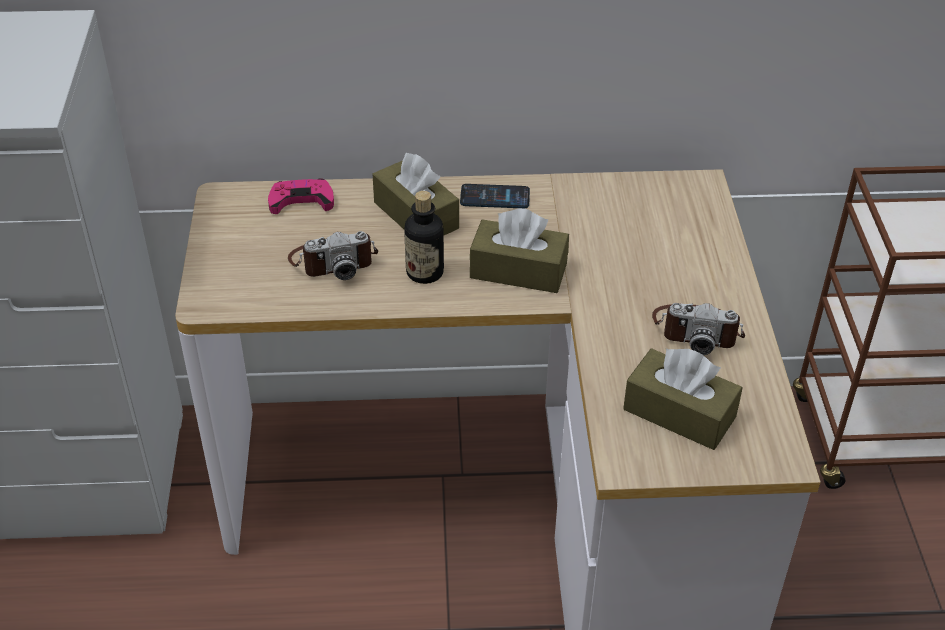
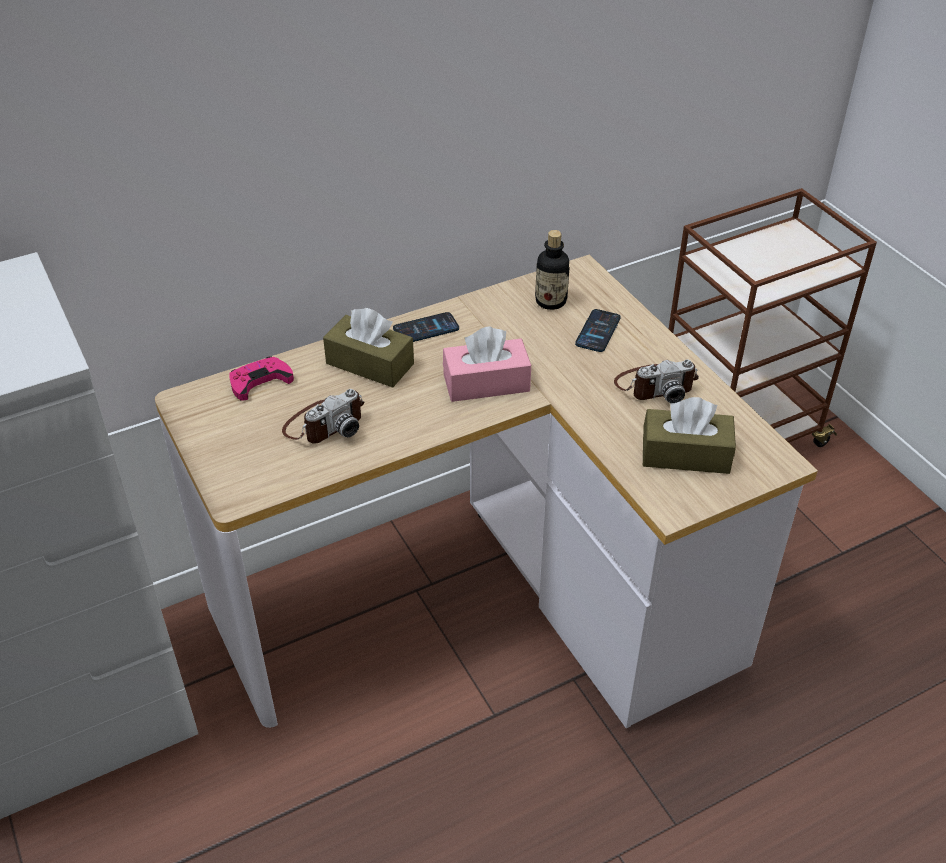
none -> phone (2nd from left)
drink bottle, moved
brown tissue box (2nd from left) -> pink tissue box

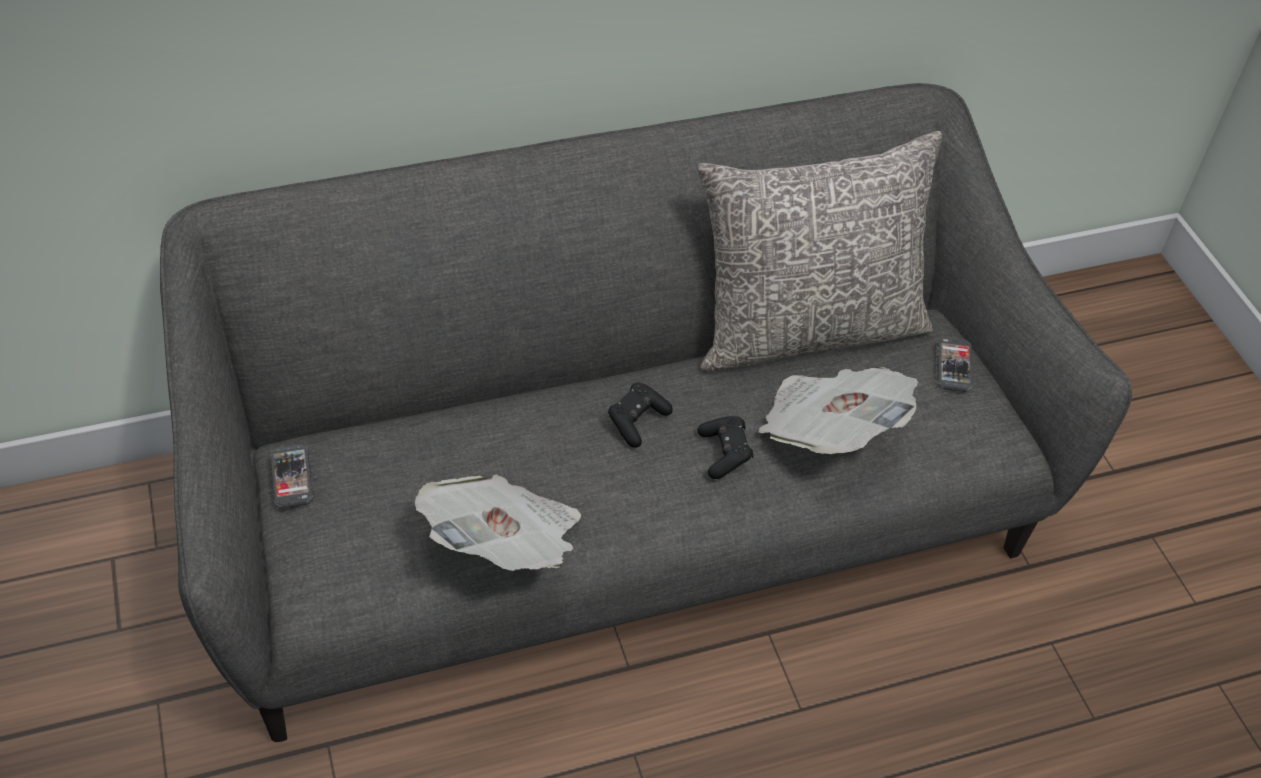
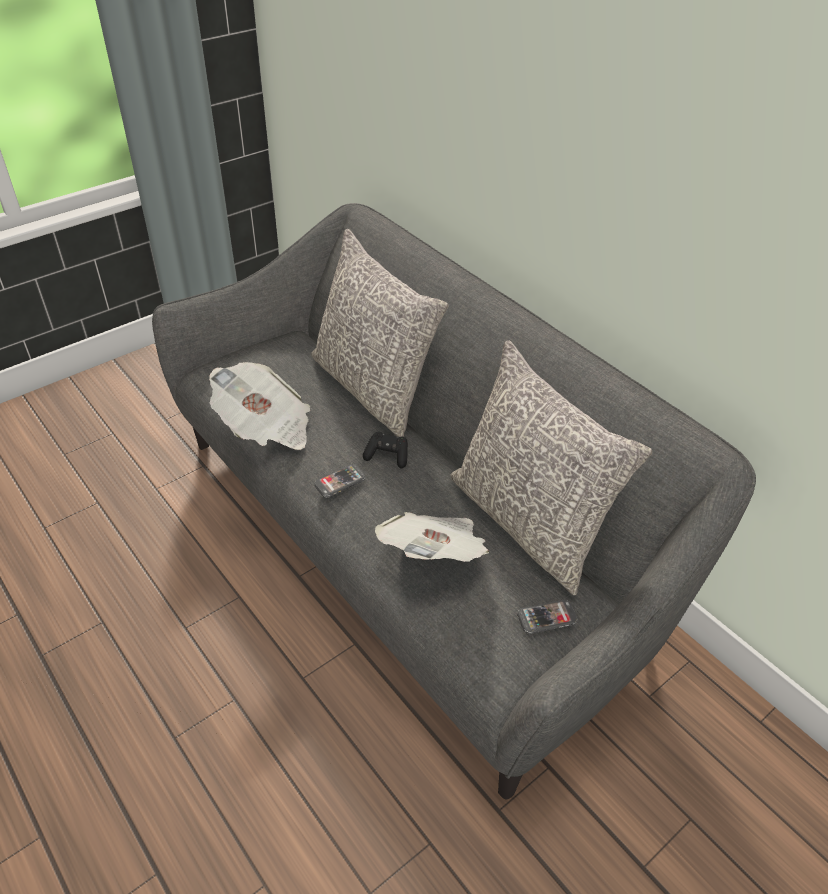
black joypad (2nd from left) -> none
none -> greyish pillow (1st from left)
phone (1st from left), moved

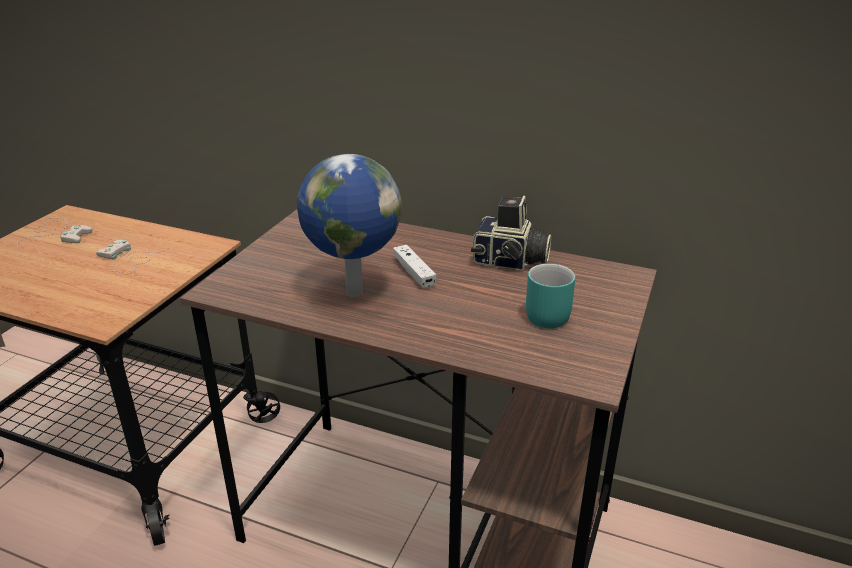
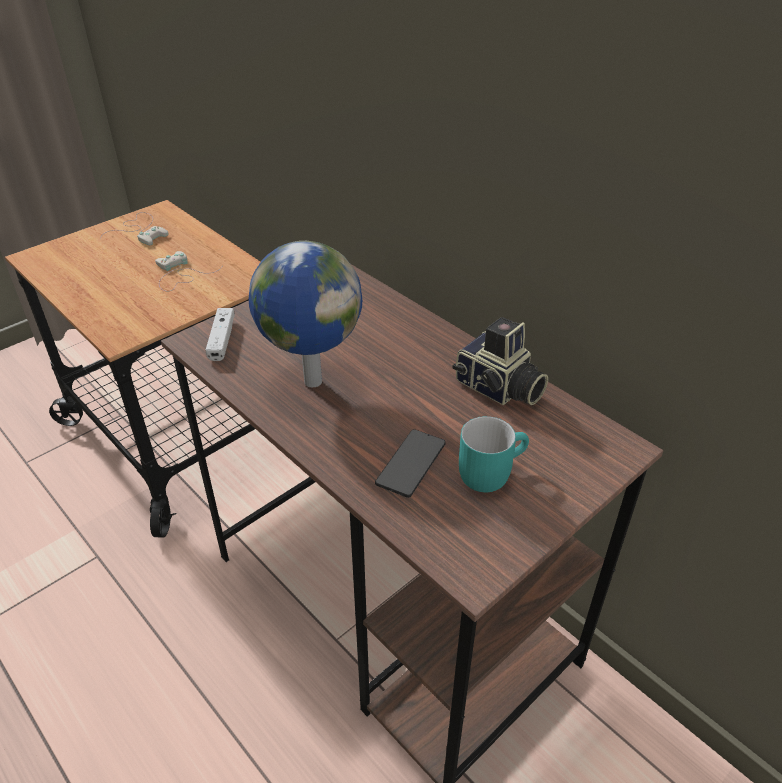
none -> phone
whitish joypad (3rd from left), moved

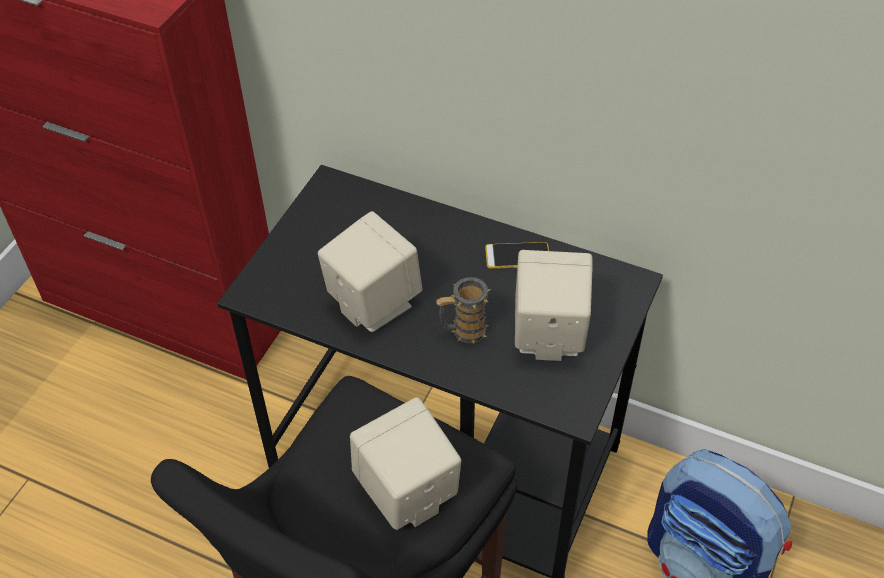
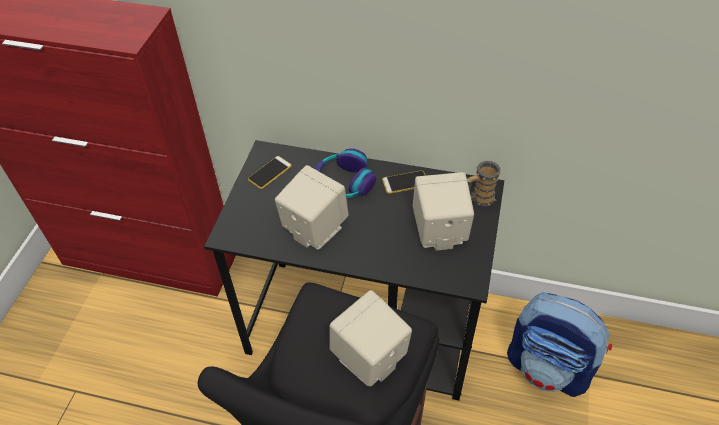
none -> phone (1st from left)
none -> headphones
coffee mug, moved

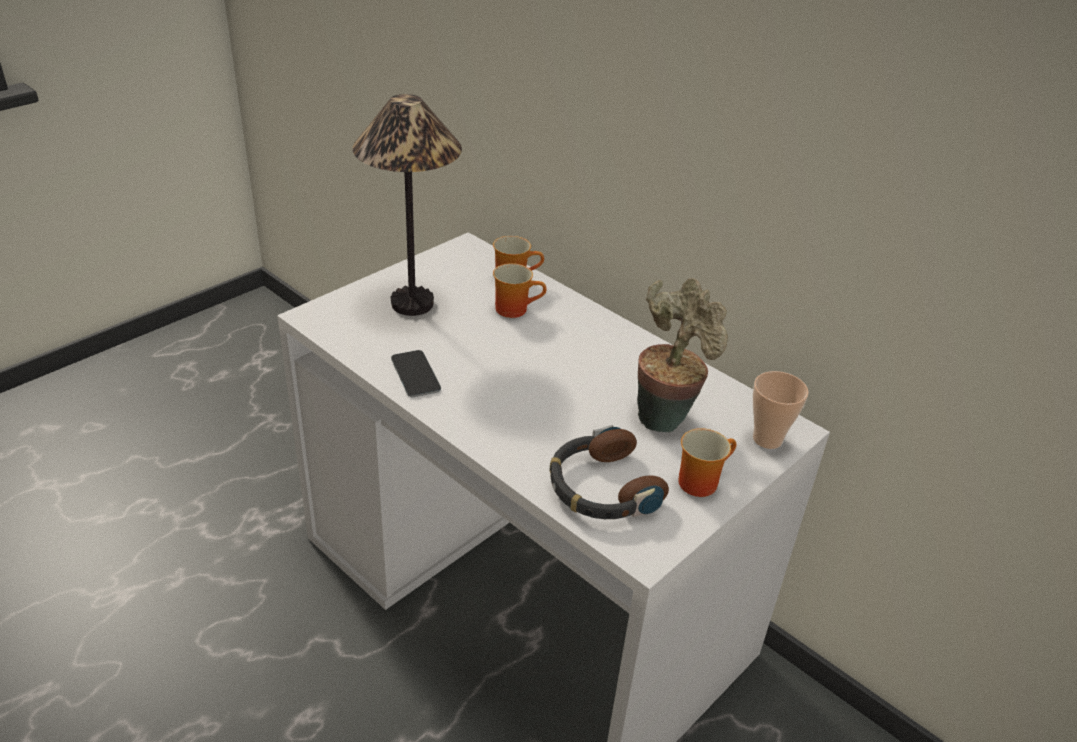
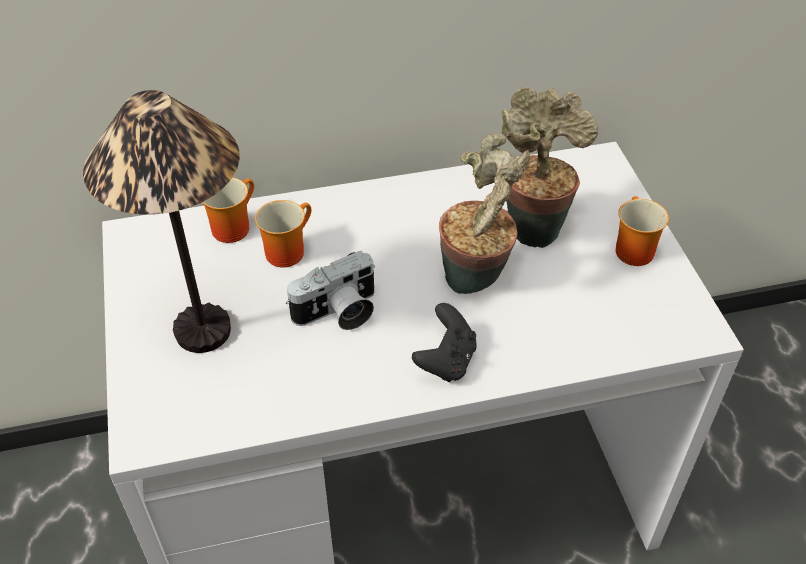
phone -> none
headphones -> none
cup -> none
none -> still camera
none -> black joypad
none -> plant in a pot (1st from left)

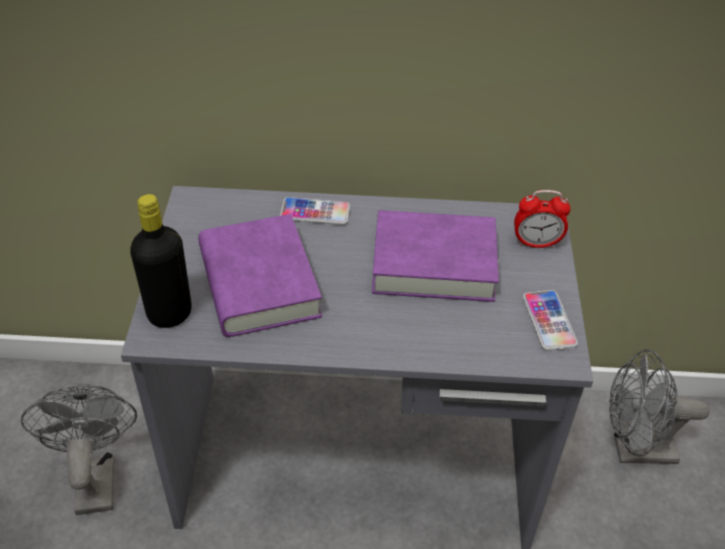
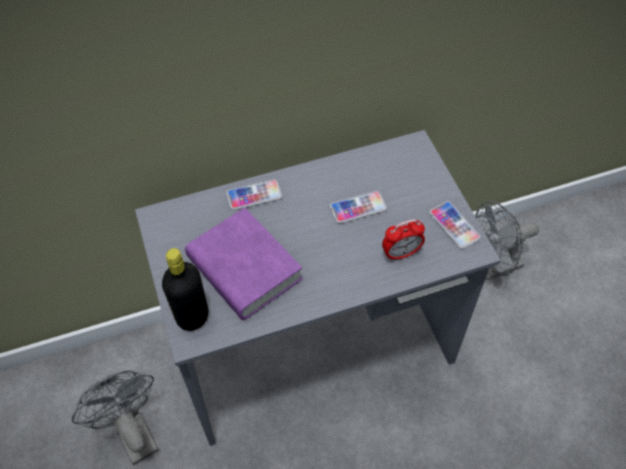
table clock, moved
purple-coloured book (2nd from left) -> phone (2nd from left)

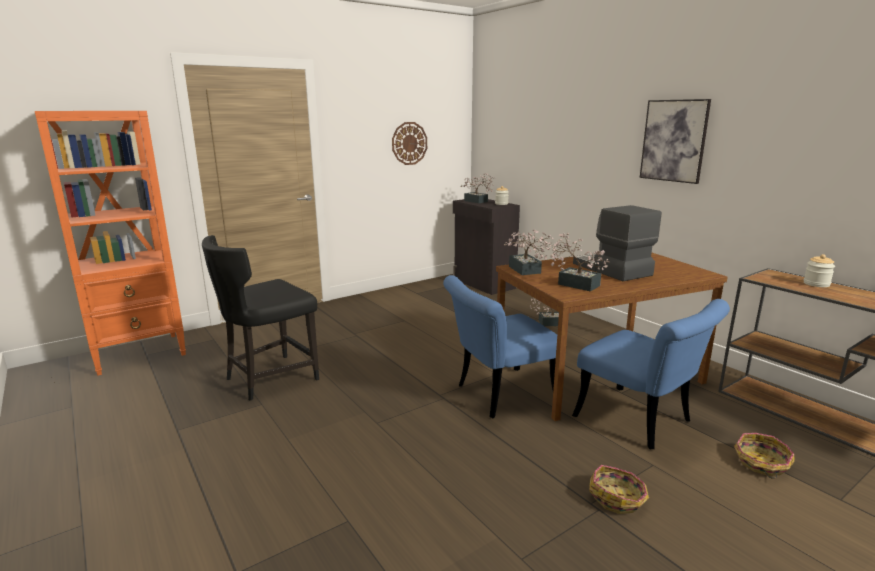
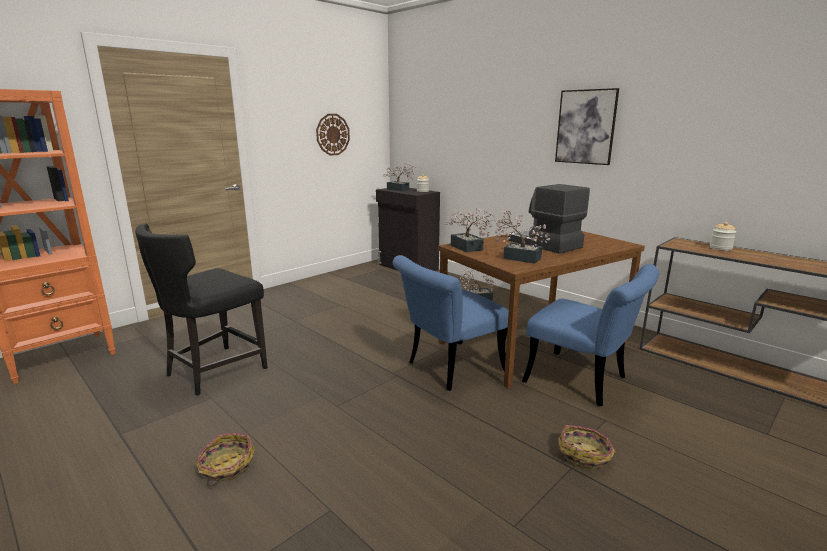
household basket (2nd from left in the first image) -> household basket (1st from left), moved

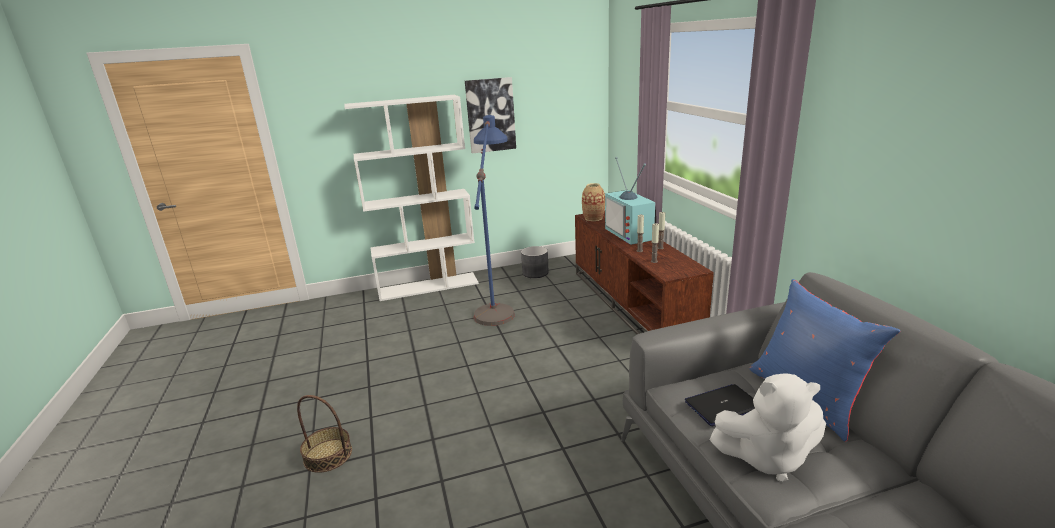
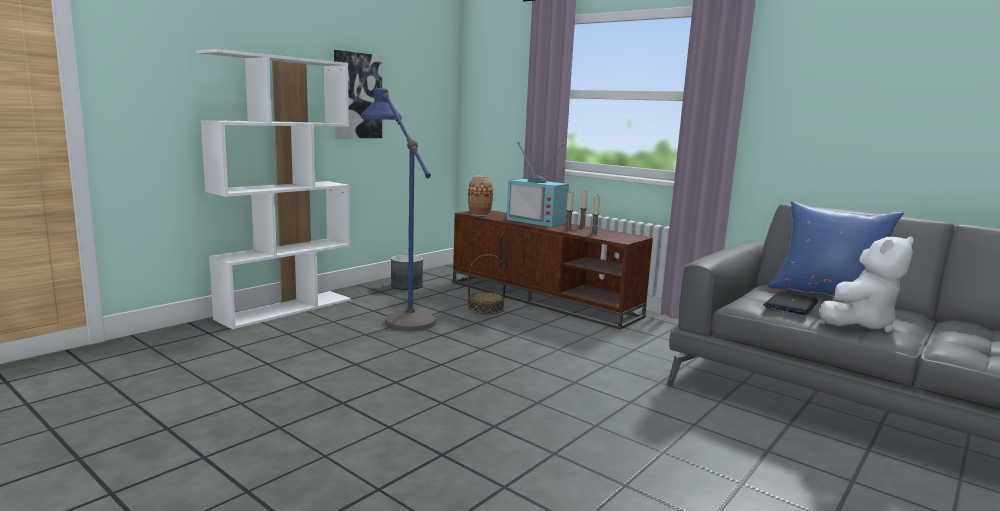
household basket, moved

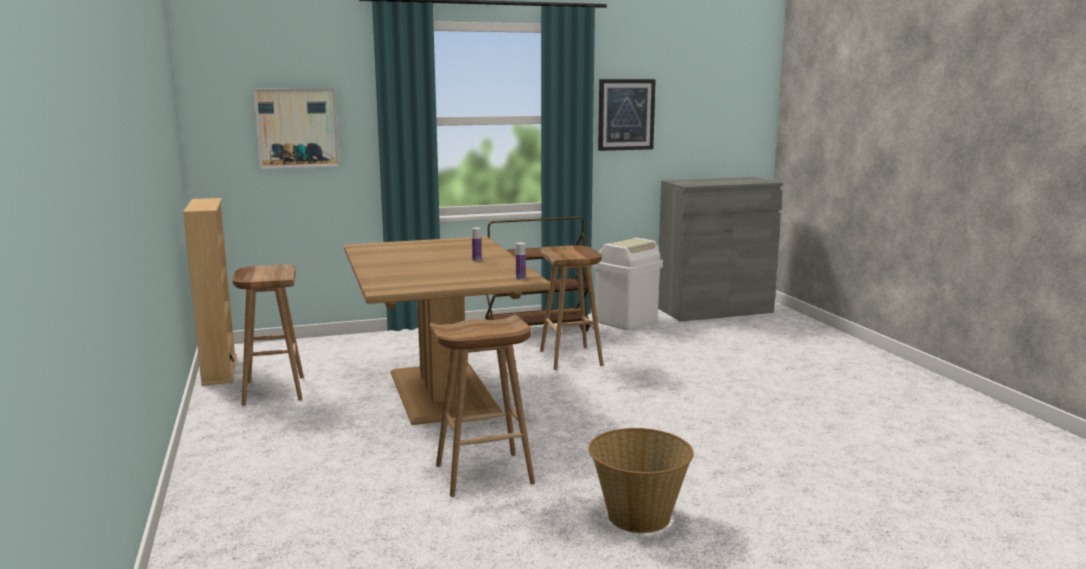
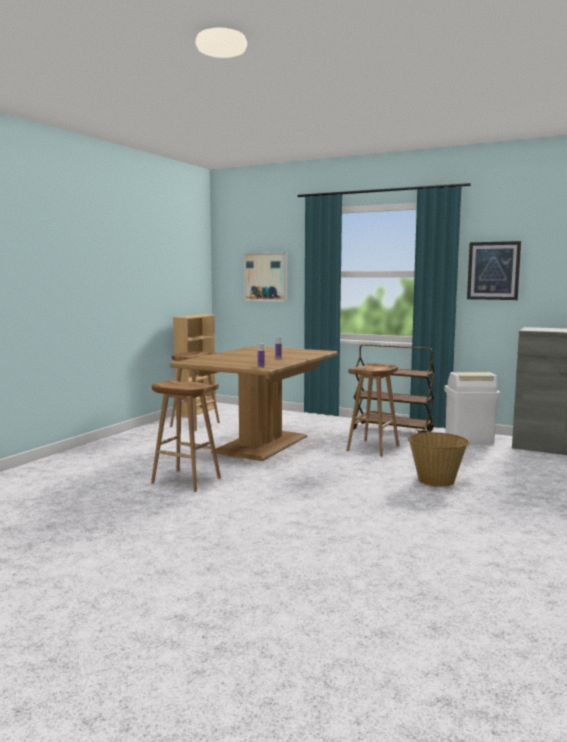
household basket, moved

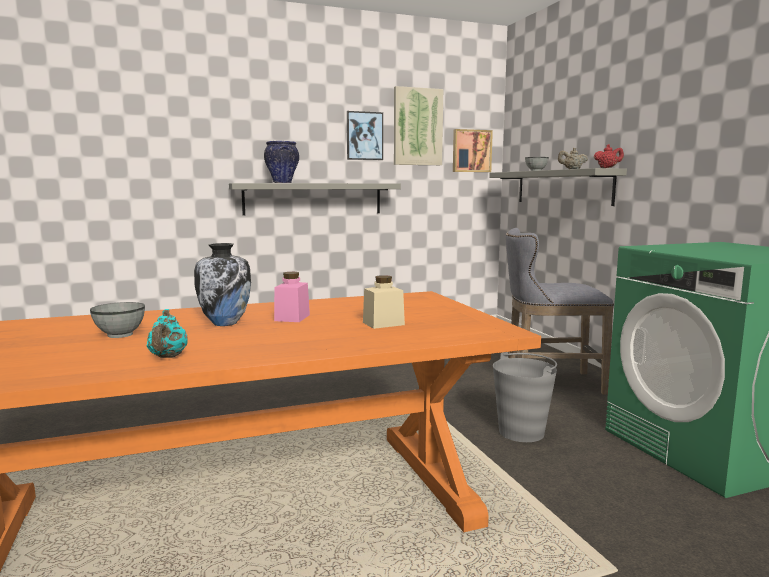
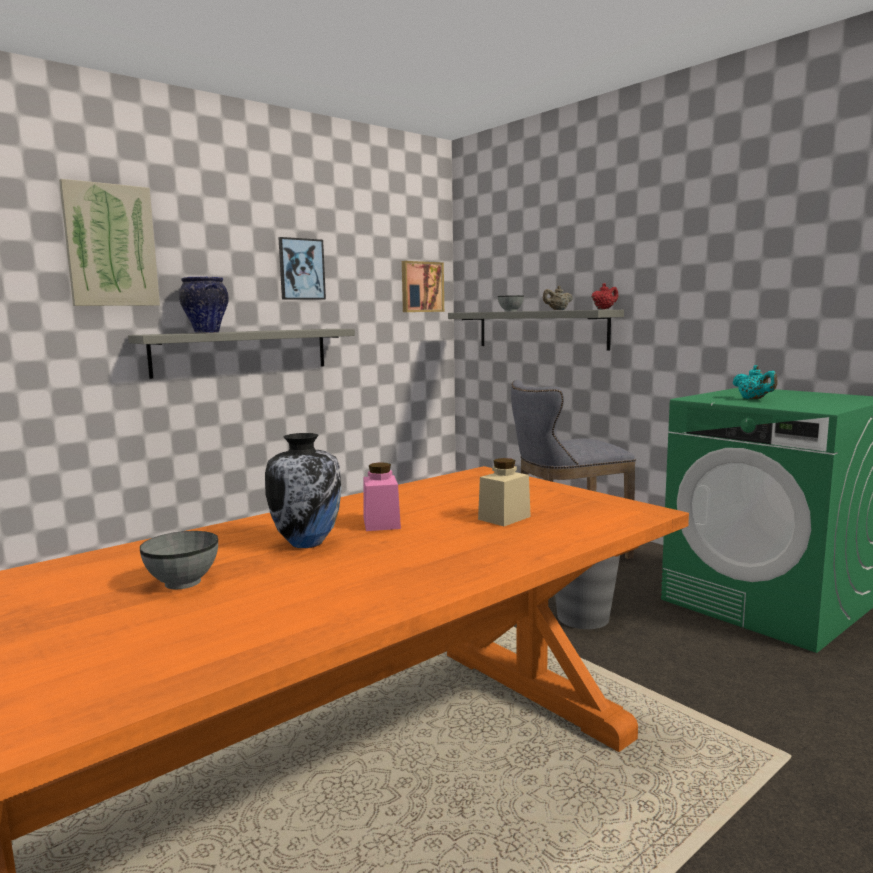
blue-green teapot, moved
wall art (2nd from left in the first image) -> wall art (1st from left), moved

